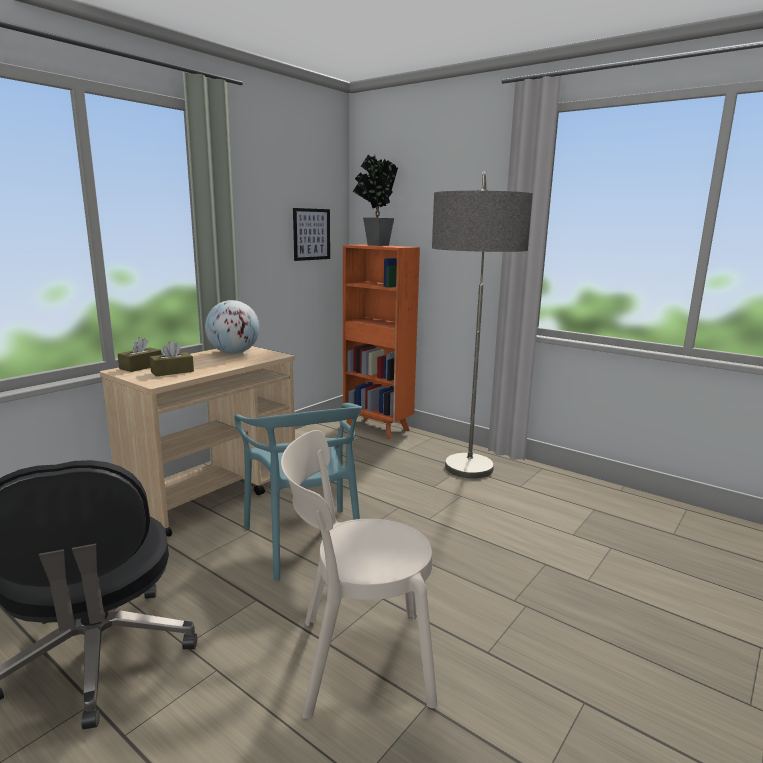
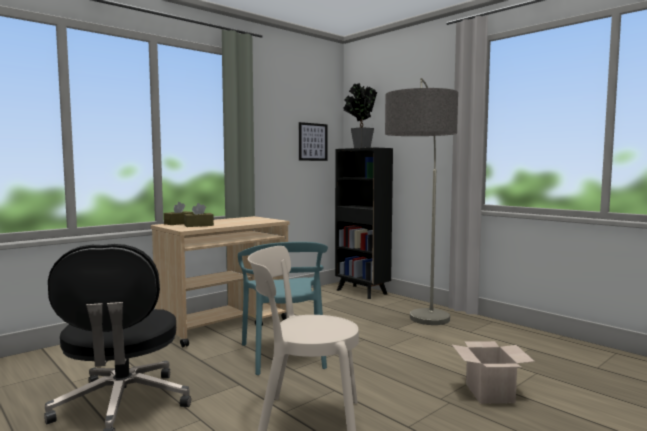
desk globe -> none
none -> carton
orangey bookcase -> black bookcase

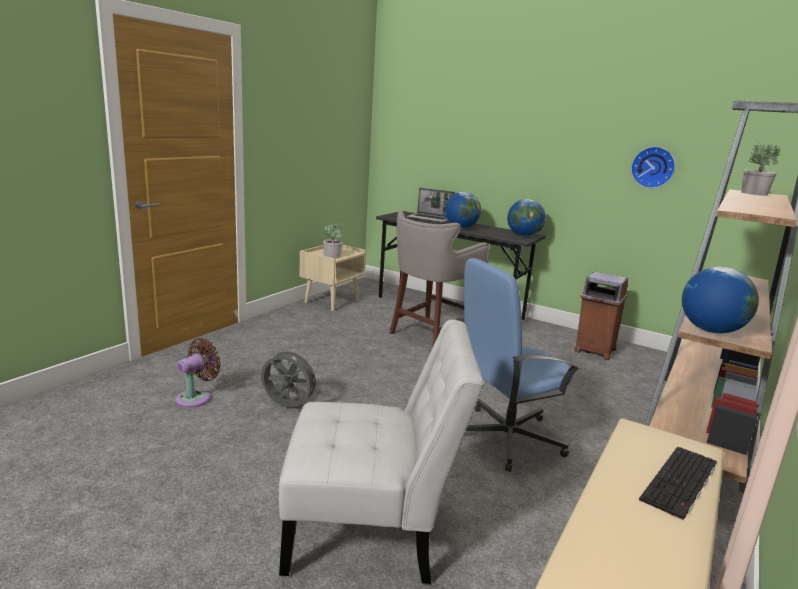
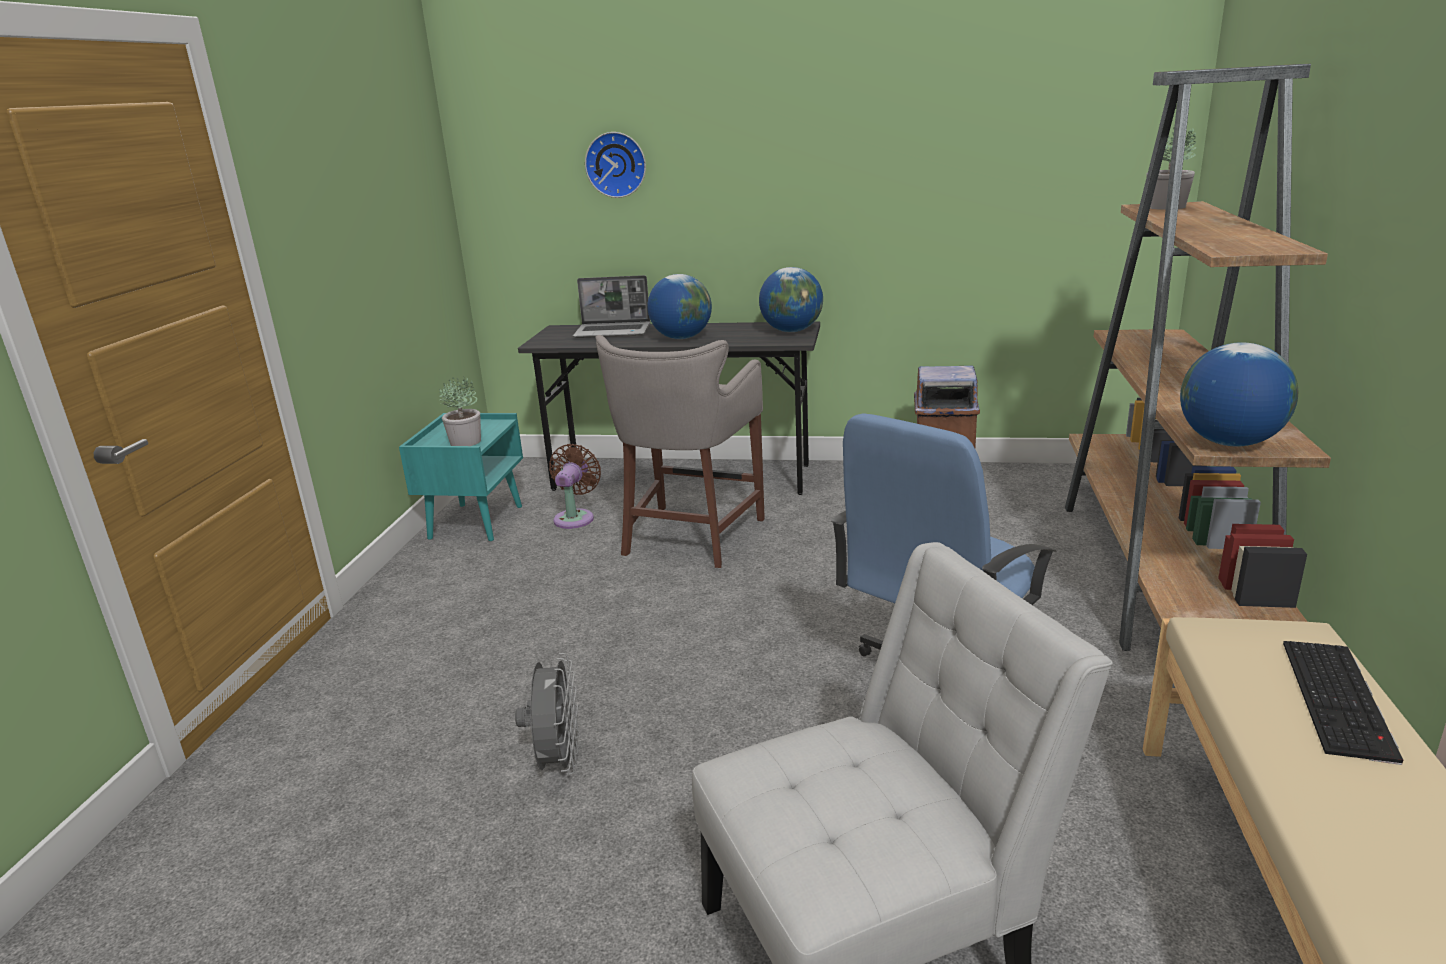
brown cooling fan, moved
hanging clock, moved
beige bedside table -> blue-green bedside table
greyish cooling fan, 90 degrees clockwise

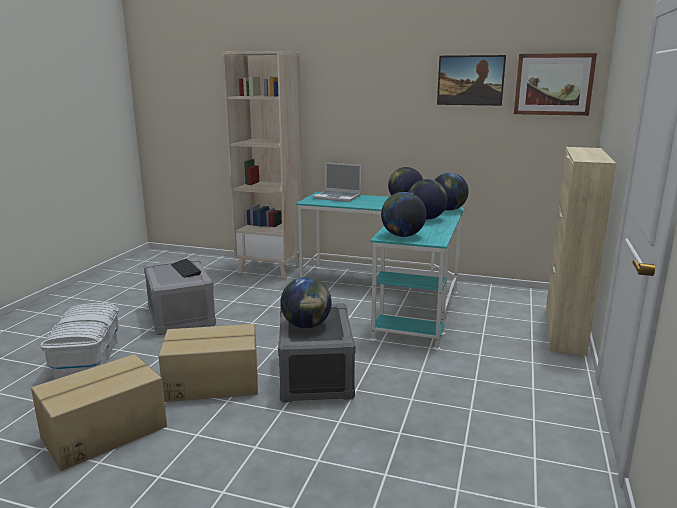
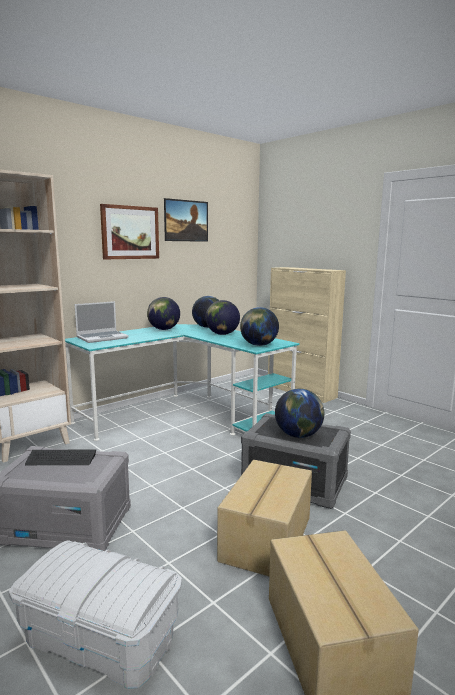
wall art (2nd from left in the first image) -> wall art (1st from left), moved

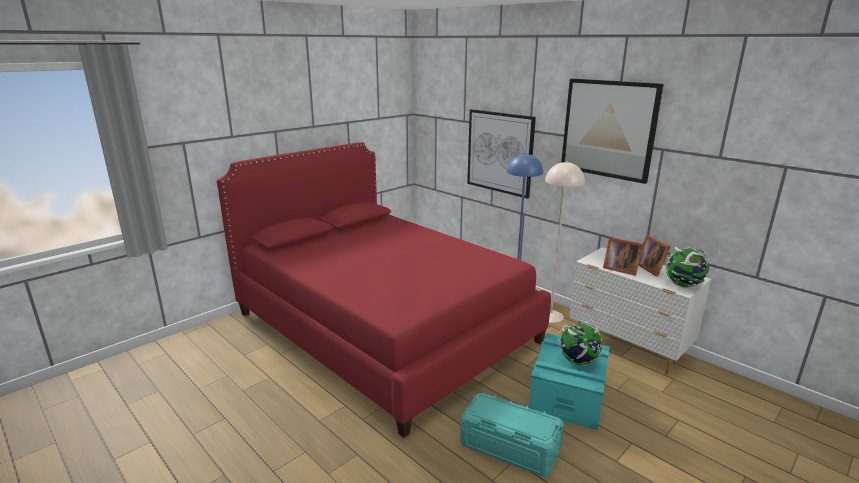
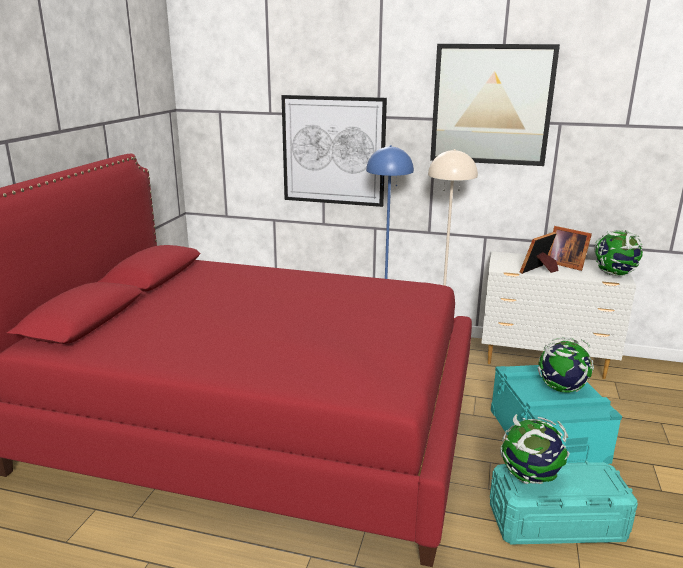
none -> desk globe (1st from left)
picture frame (1st from left), 135 degrees clockwise

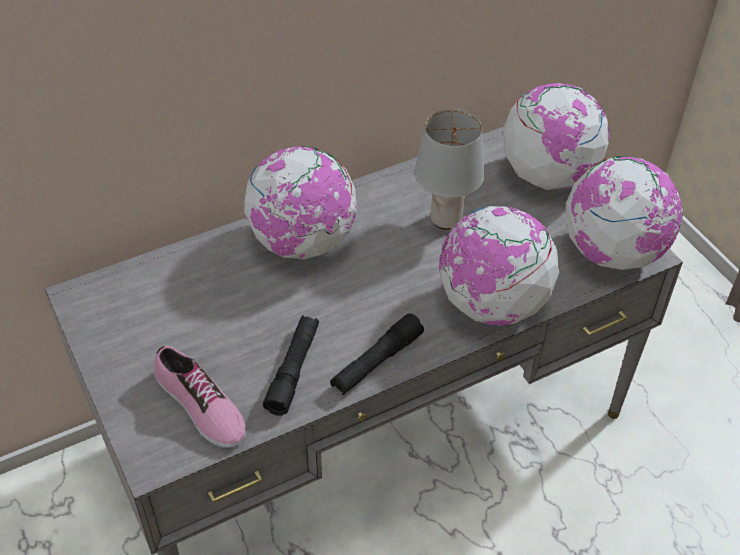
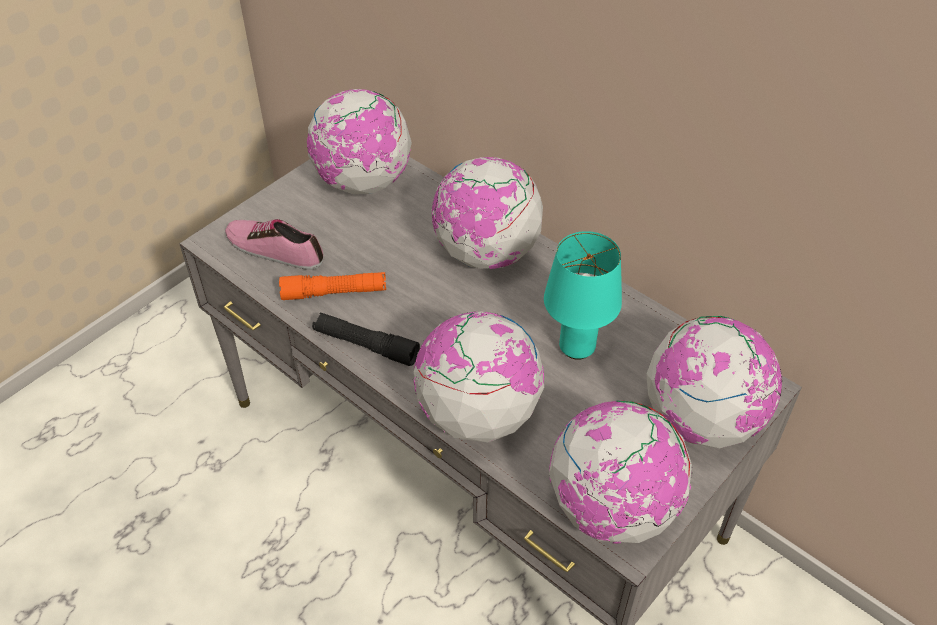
none -> desk globe (1st from left)
black flashlight (1st from left) -> orangey flashlight
greyish tabletop lamp -> blue-green tabletop lamp
item of footwear, 90 degrees clockwise

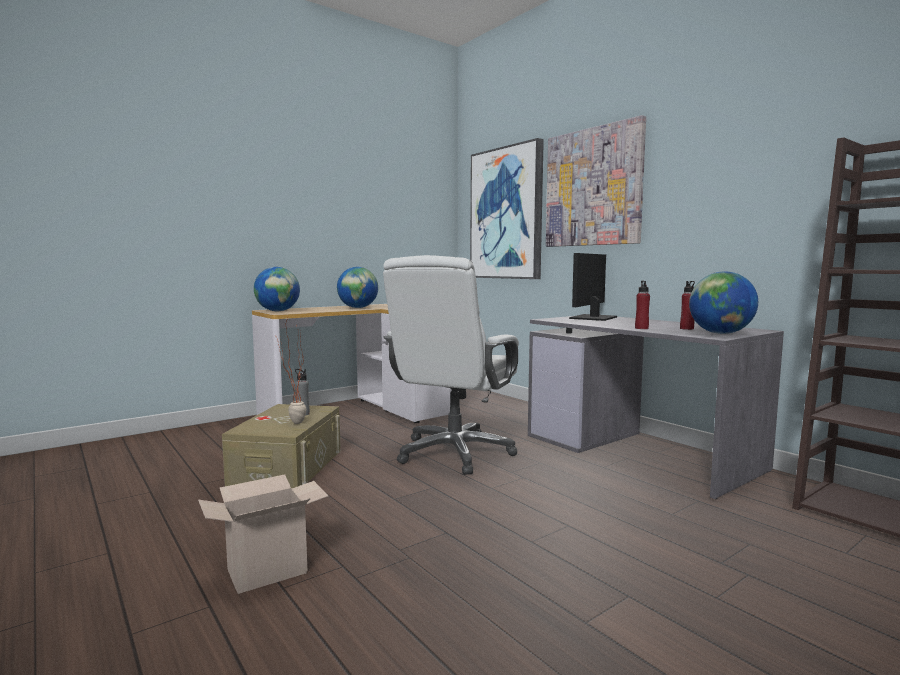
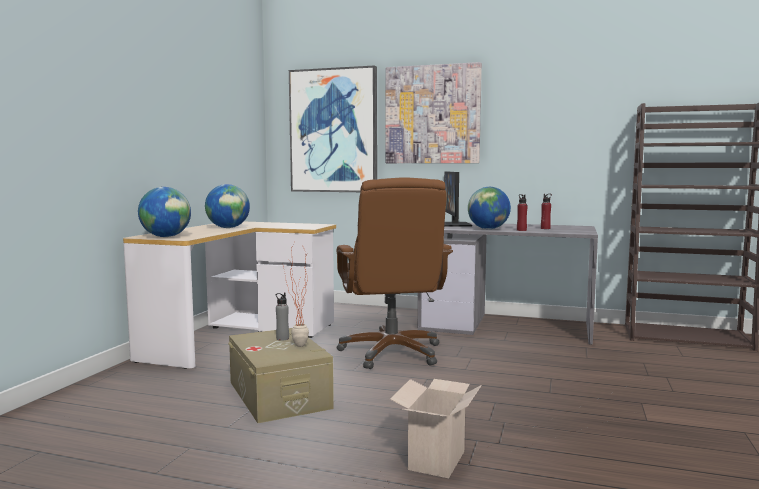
desk globe (3rd from left), moved
whitish desk chair -> brown desk chair

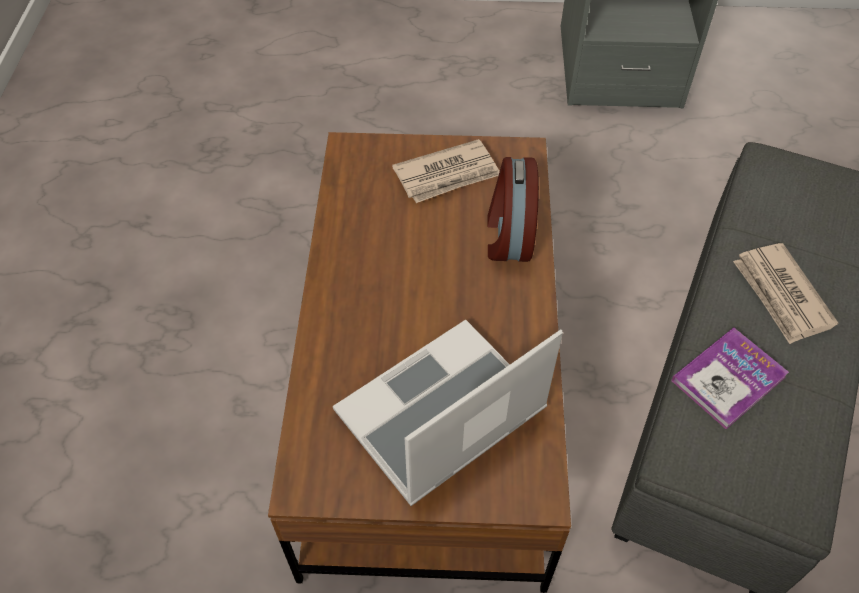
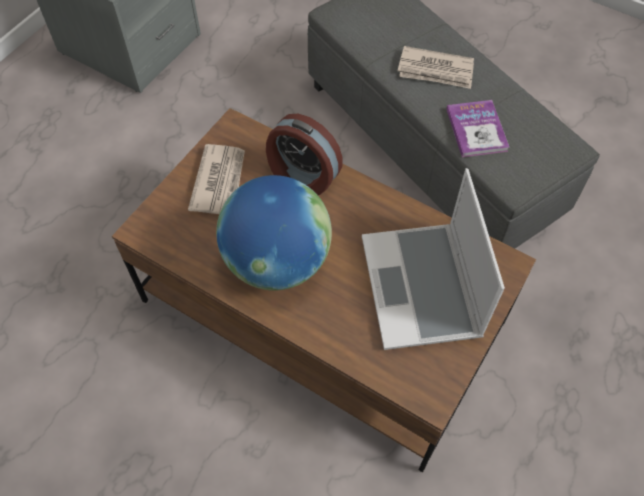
none -> desk globe

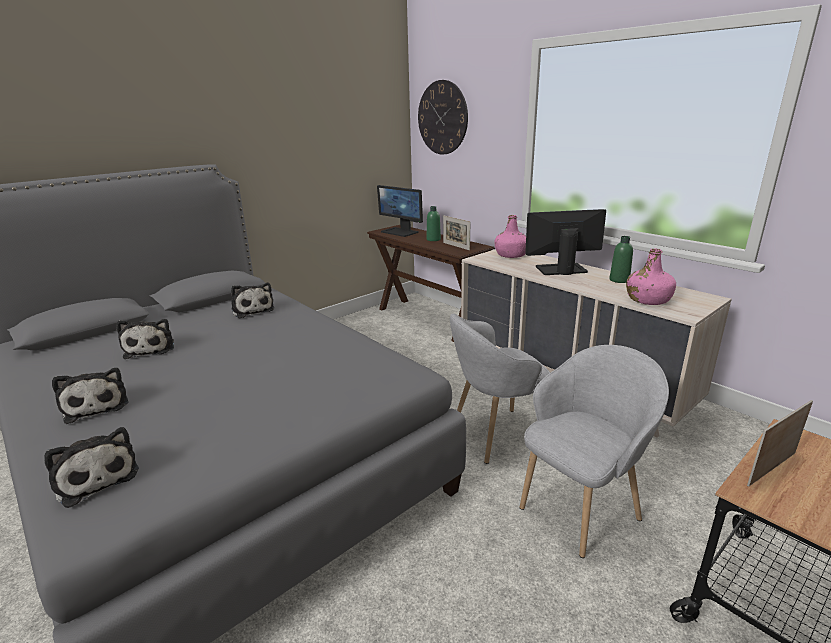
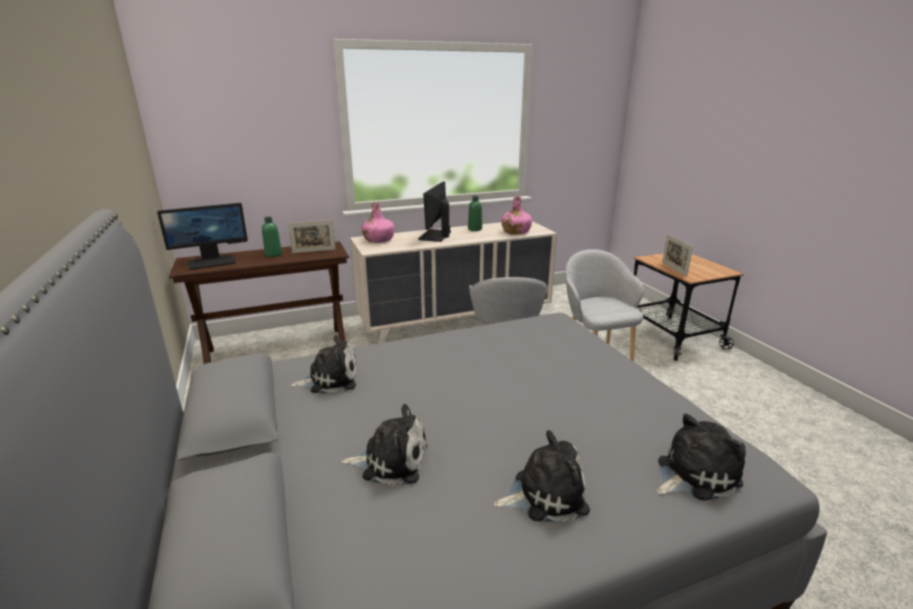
hanging clock -> none

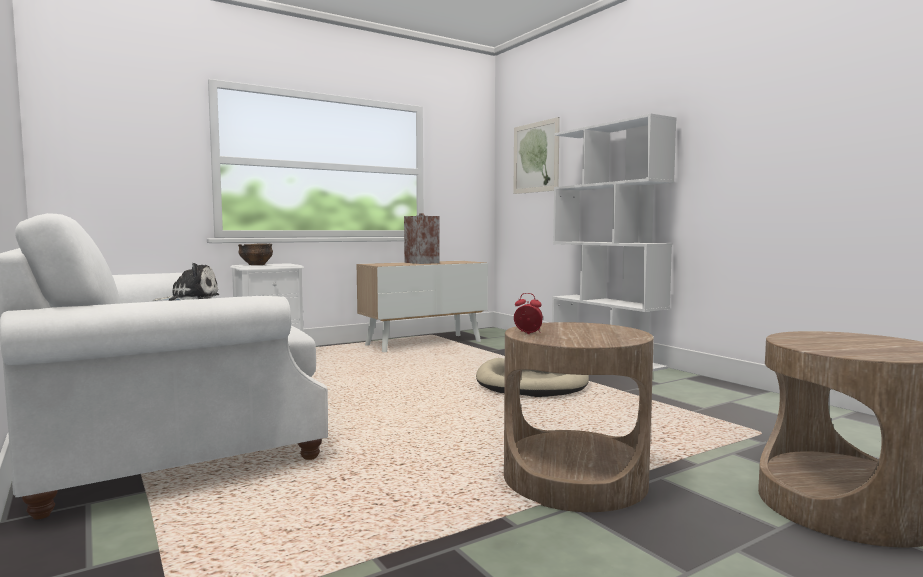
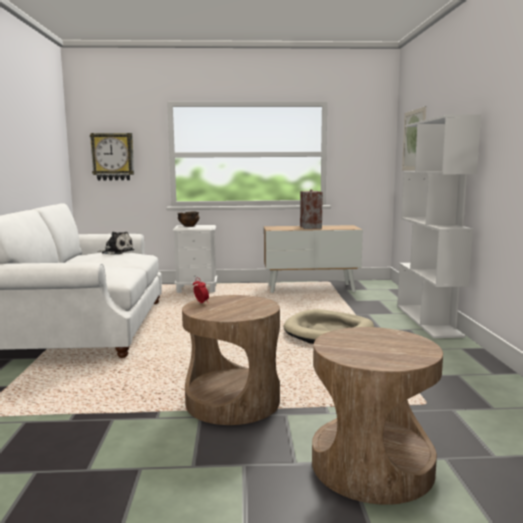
none -> hanging clock

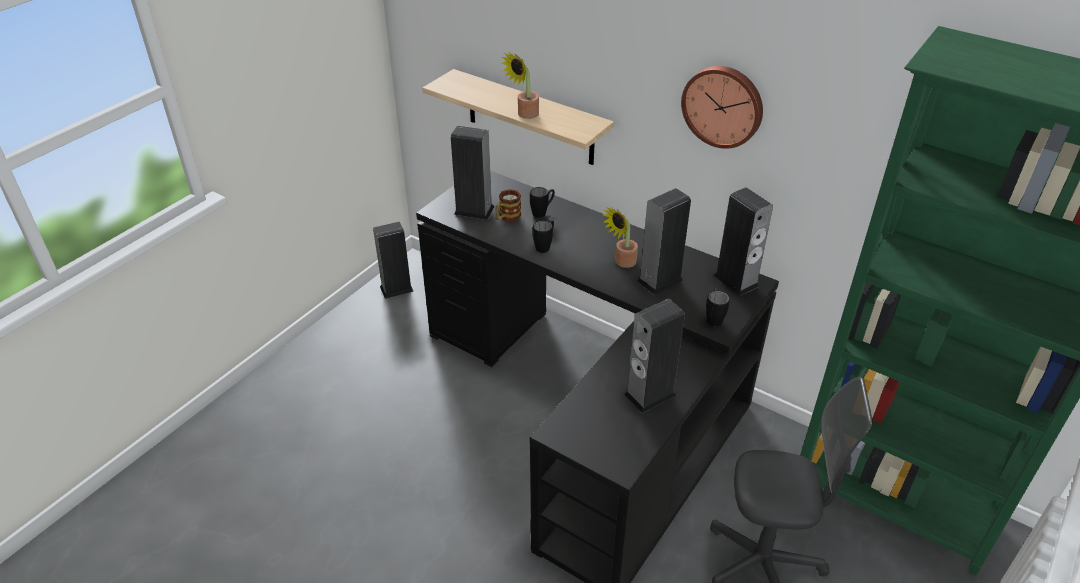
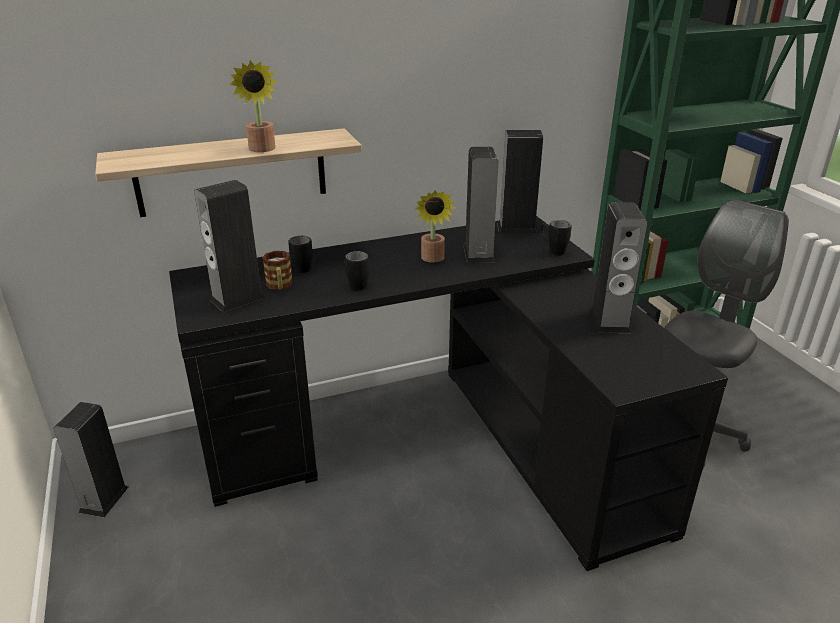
hanging clock -> none

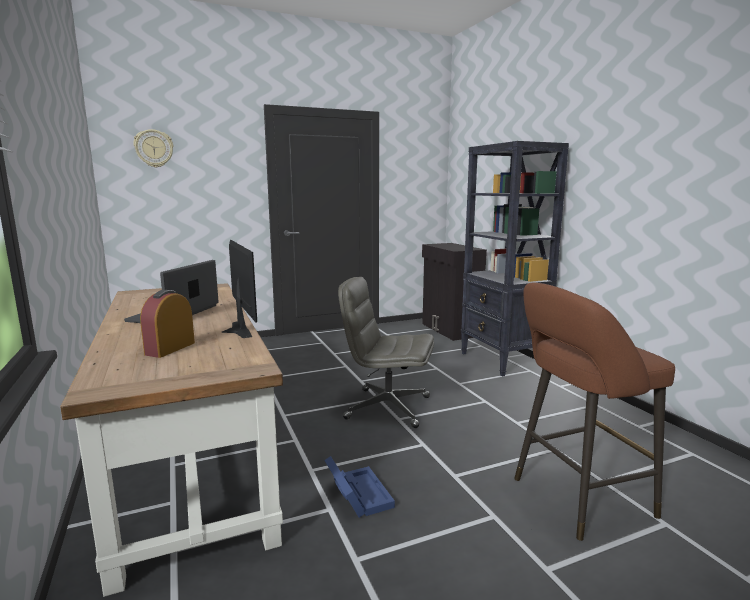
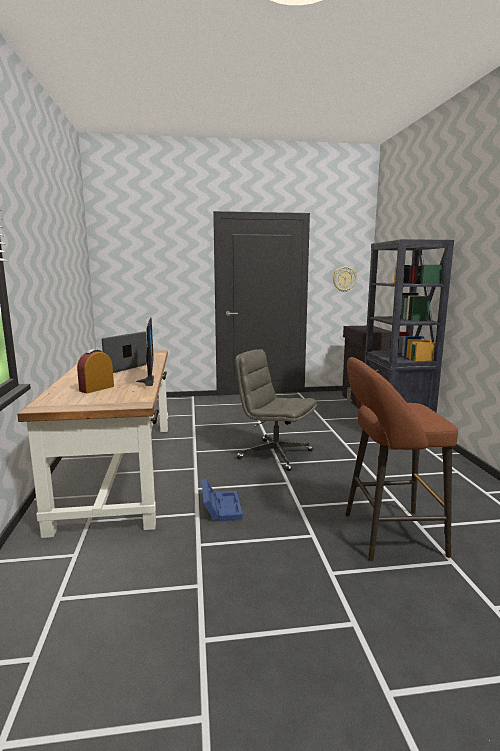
hanging clock, moved

